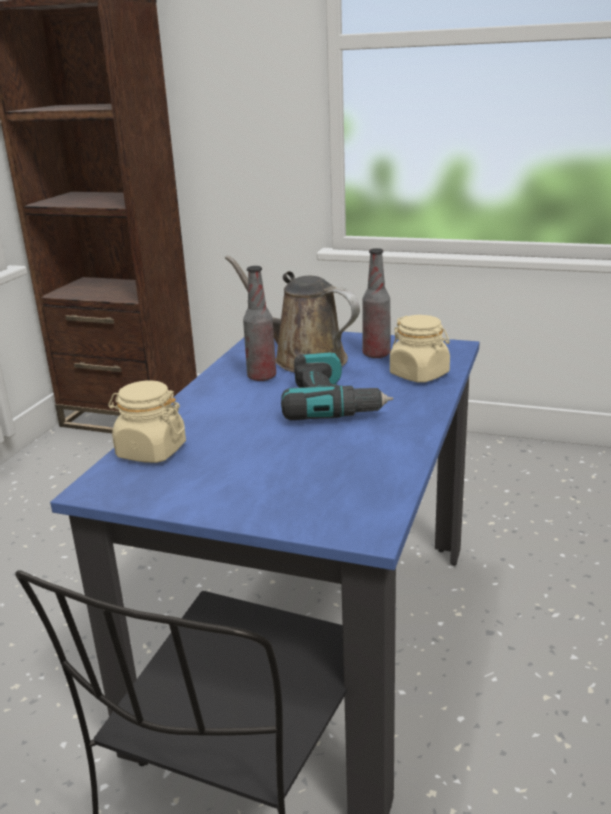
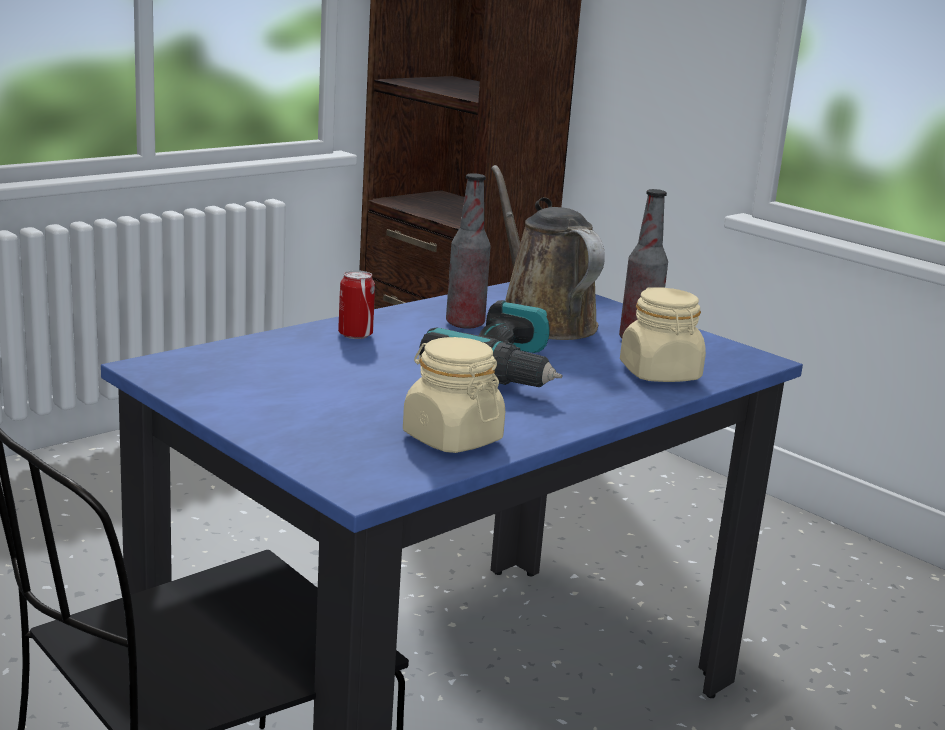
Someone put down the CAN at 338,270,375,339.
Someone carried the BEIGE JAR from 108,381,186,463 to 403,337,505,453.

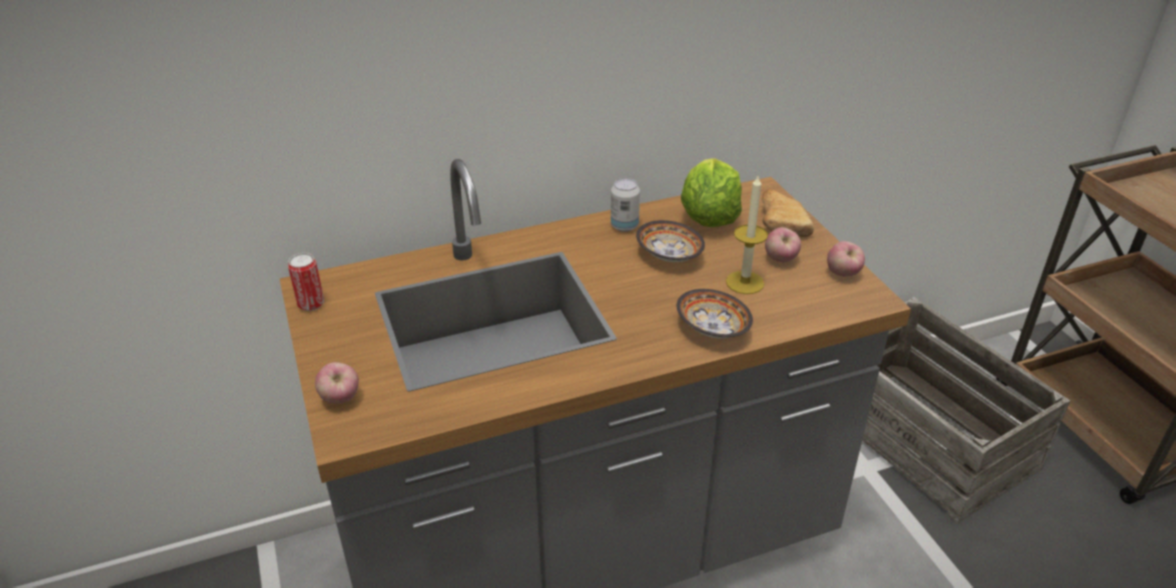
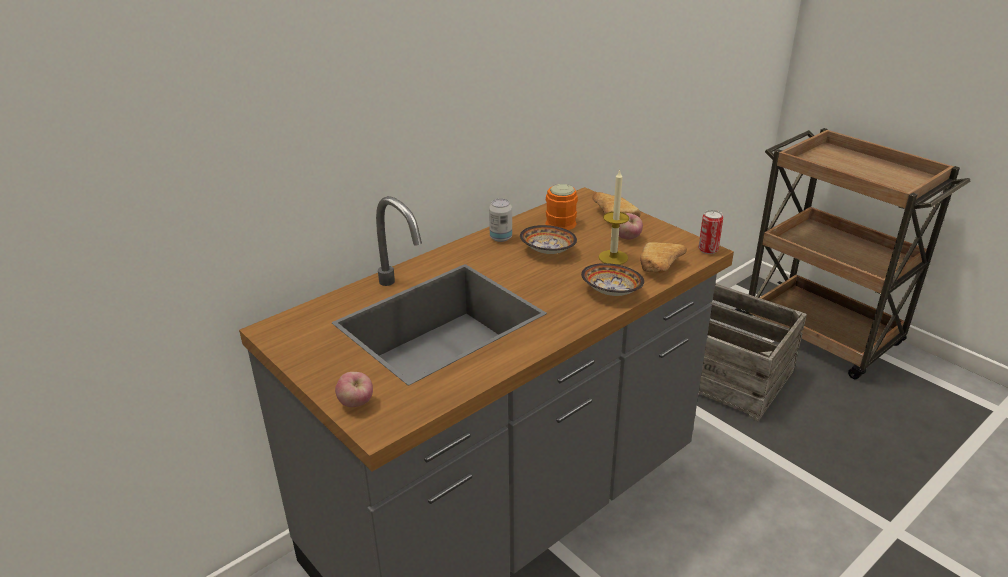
Someone swapped the LETTUCE at 681,158,742,227 for the ORANGE MUG at 545,184,578,230.
Someone put down the BREAD at 640,242,687,273.
Someone carried the CAN from 288,253,324,311 to 698,210,723,254.
Someone took away the APPLE at 827,241,865,277.

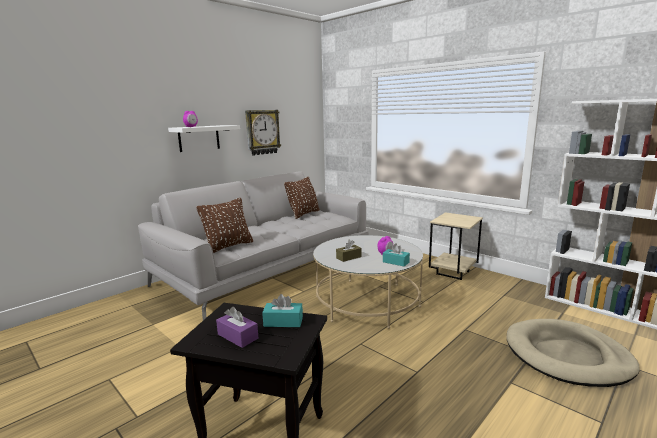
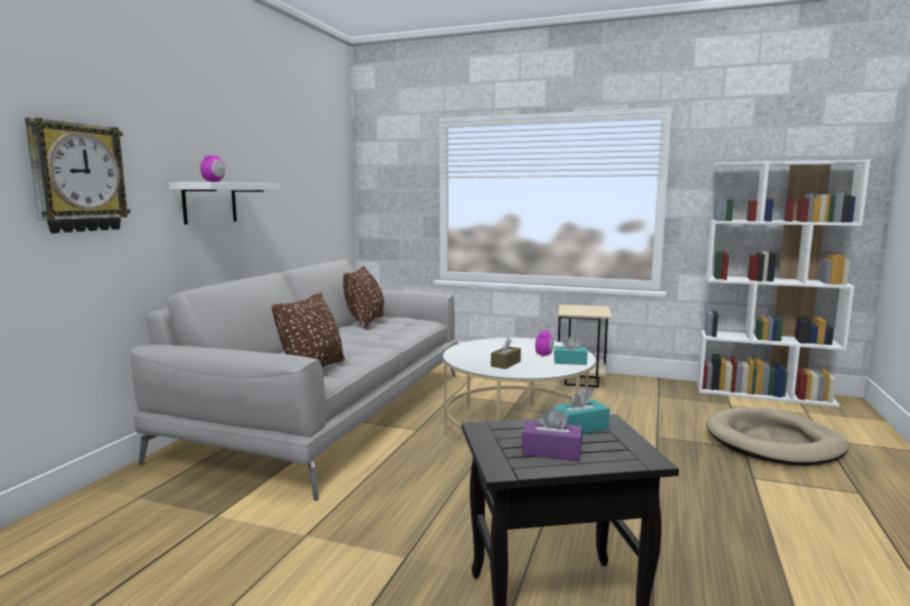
Someone carried the WALL CLOCK from 245,110,281,156 to 25,117,130,233.

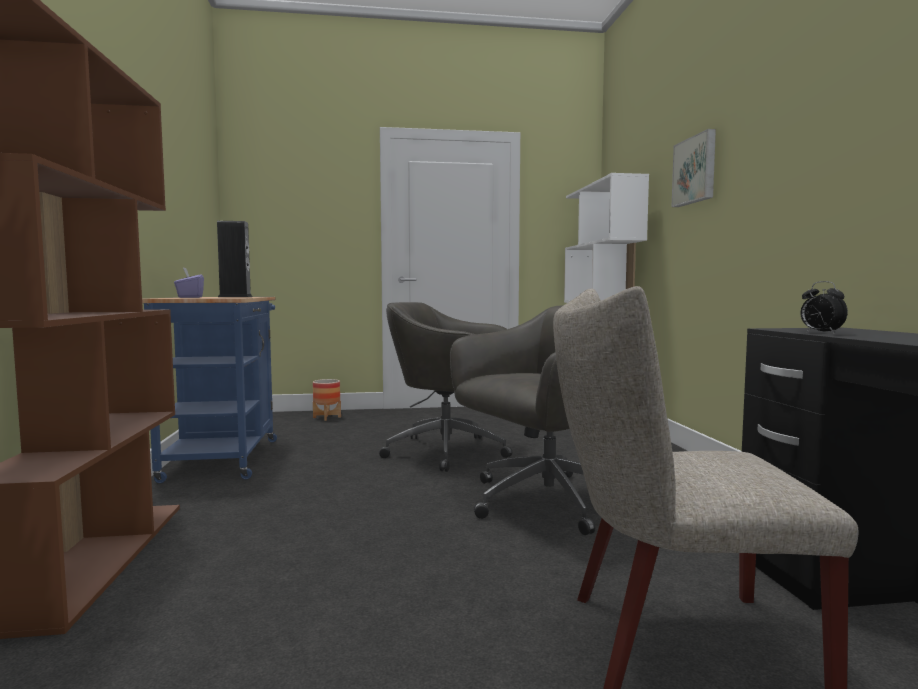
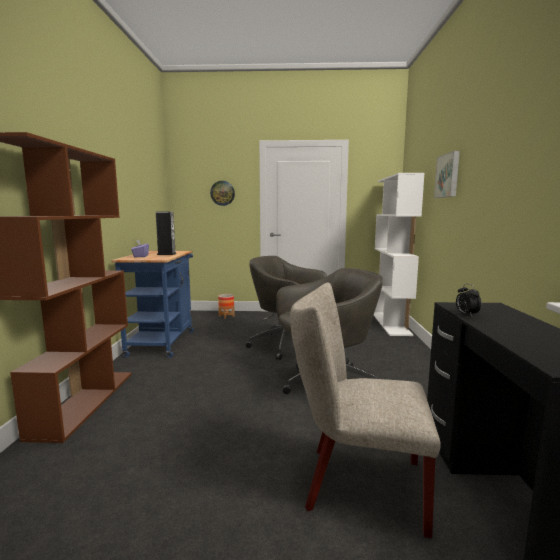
Someone put up the WALL CLOCK at 210,181,235,206.

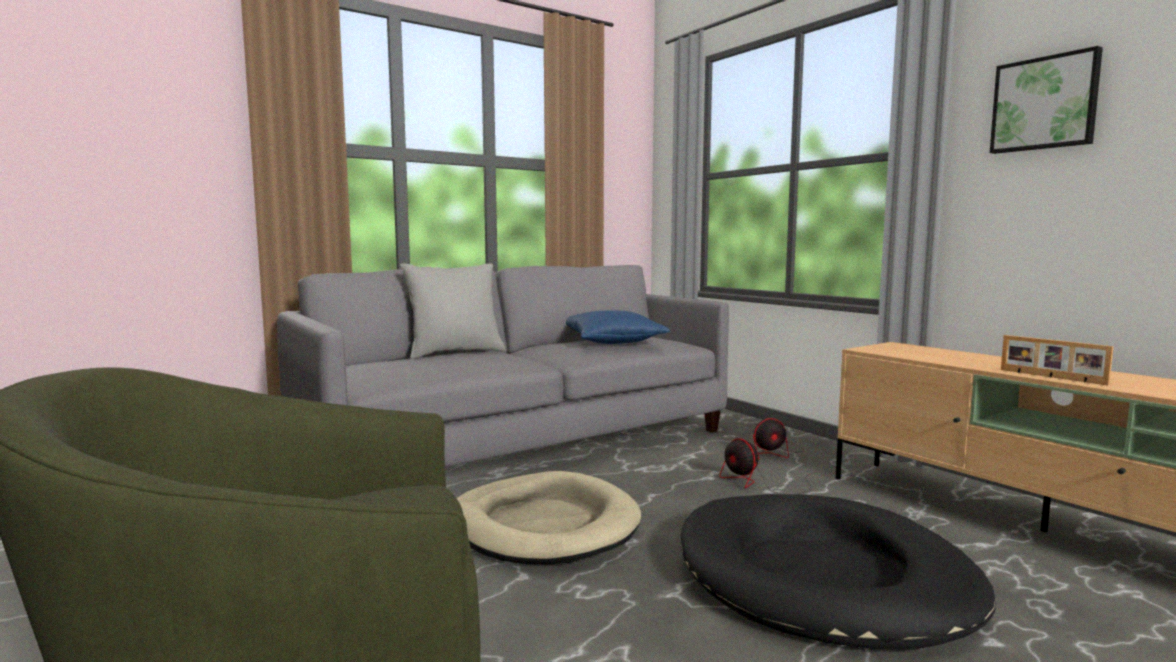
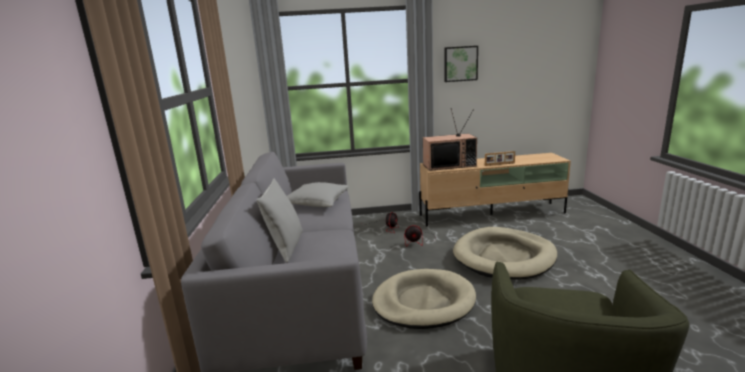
Someone repainted the BLUE PILLOW at 566,310,670,344, which became the GREY PILLOW at 287,182,349,207.
Someone put down the TELEVISION at 423,109,477,171.
Someone repainted the BLACK DOG BED at 681,494,996,649, which became the BEIGE DOG BED at 453,227,557,280.

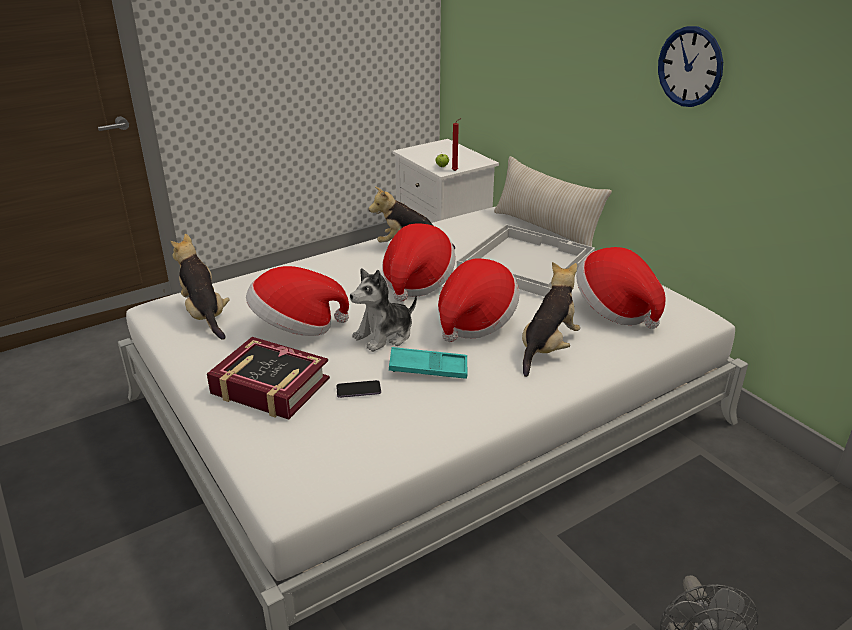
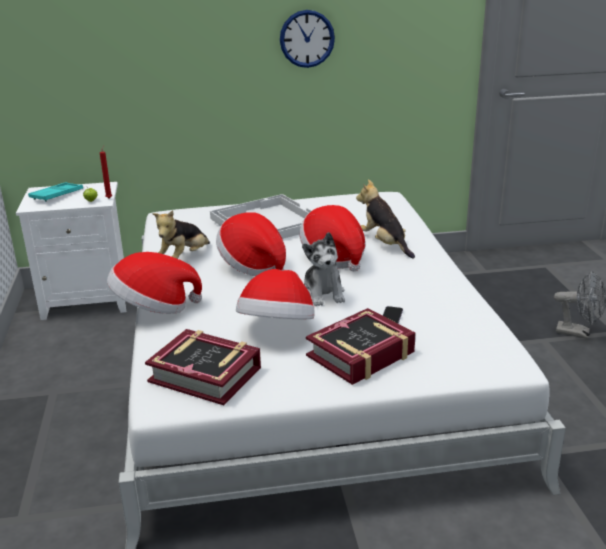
Someone carried the TURQUOISE TRAY from 389,347,468,379 to 28,182,83,202.
Someone carried the HAT from 576,247,666,329 to 107,252,202,314.
Someone swapped the PLUSH TOY at 171,233,230,340 for the BOOK at 145,329,261,405.
Someone took away the BEIGE PILLOW at 494,156,612,247.

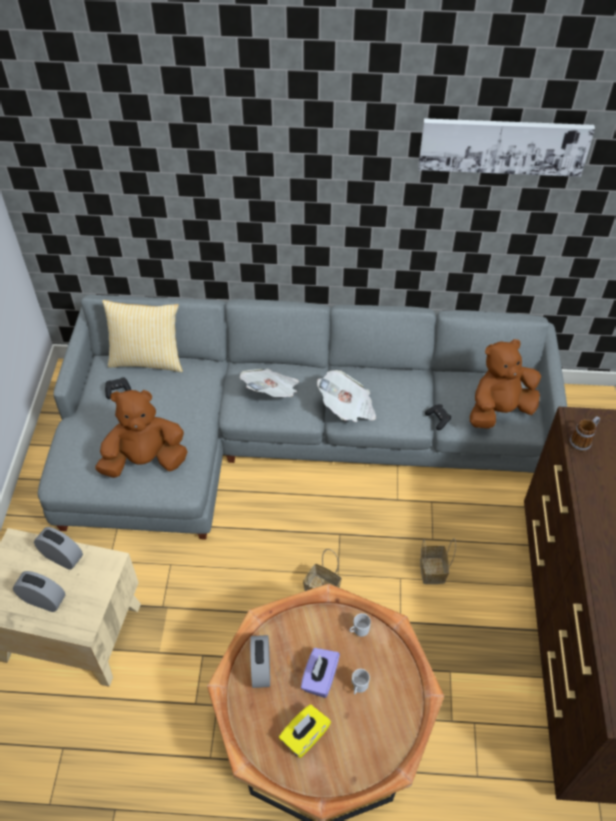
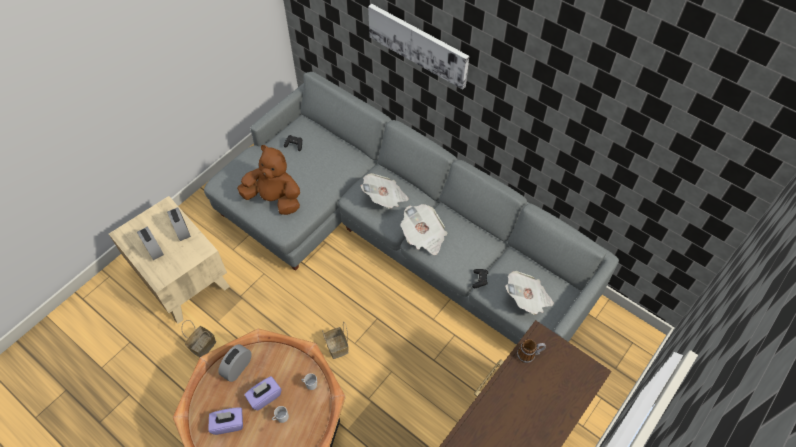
Someone carried the BASKET from 420,539,456,584 to 181,320,216,357.
Someone repainted the YELLOW TISSUE BOX at 279,705,331,758, which became the PURPLE TISSUE BOX at 208,408,243,435.
Someone carried the PICTURE from 418,118,595,177 to 368,4,469,90.
Someone swapped the BROWN PLUSH TOY at 470,339,541,429 for the NEWSPAPER at 505,271,554,315.
Someone took away the PILLOW at 102,300,183,373.

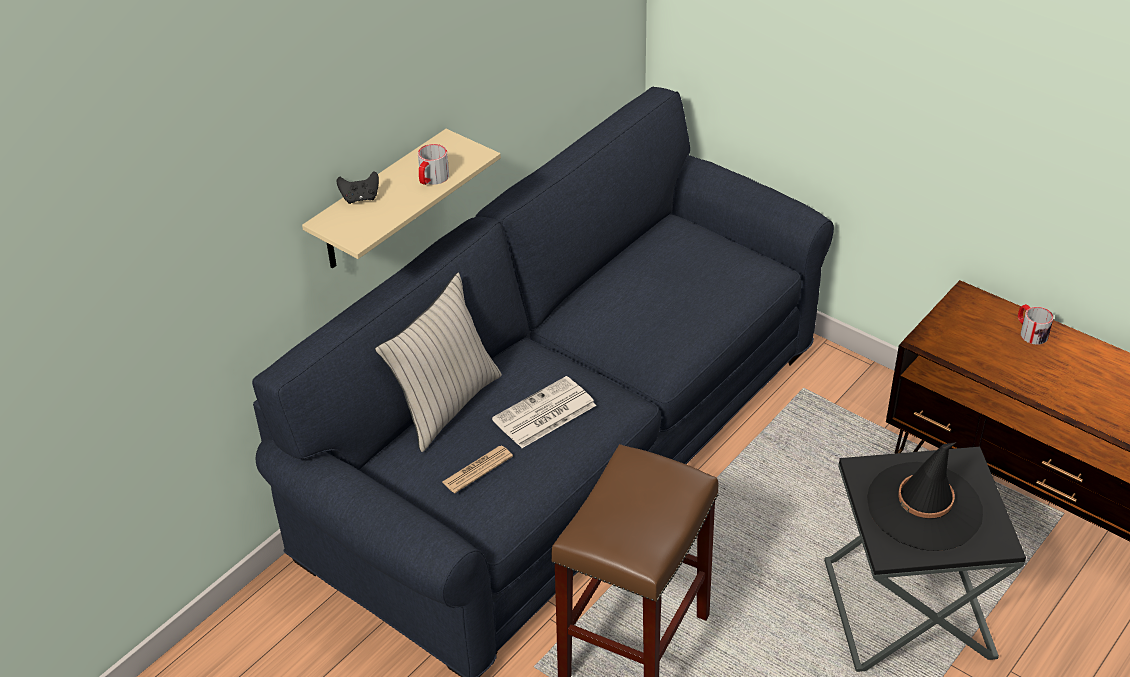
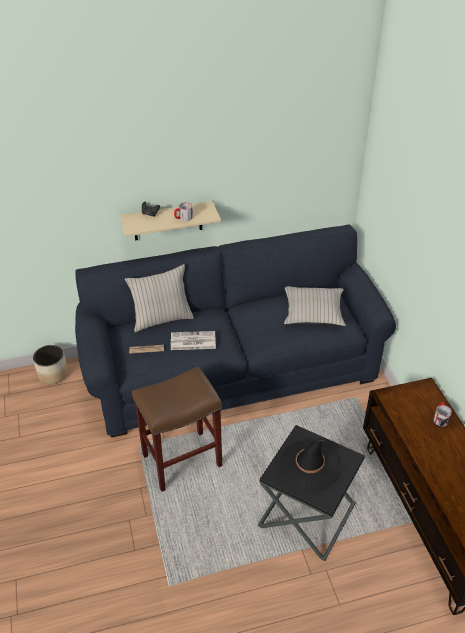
Someone put down the PLANTER at 33,345,68,384.
Someone put down the BEIGE PILLOW at 284,286,346,327.

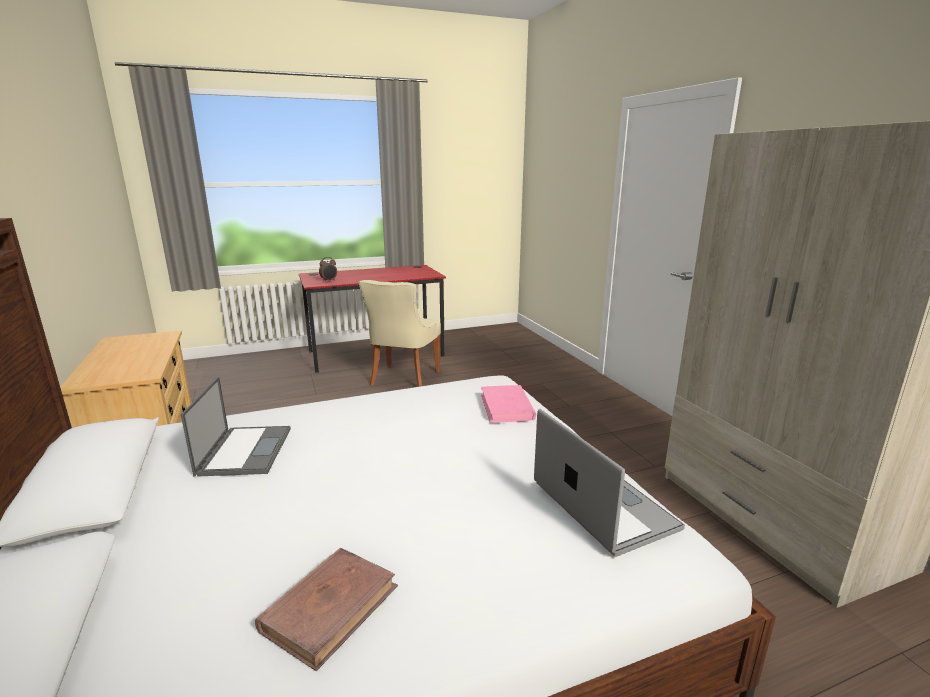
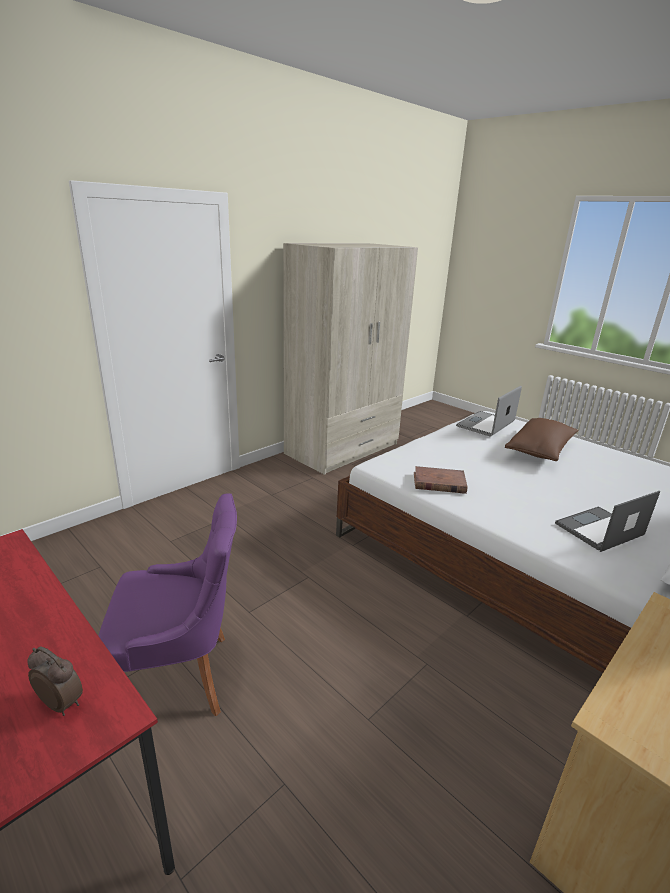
Someone repainted the BEIGE CHAIR at 358,280,441,387, which became the PURPLE CHAIR at 98,493,237,716.
Someone carried the BROWN BOOK from 255,548,398,671 to 414,466,468,494.
Someone put down the BROWN PILLOW at 505,418,578,461.
Someone took away the PINK BOOK at 481,385,536,423.

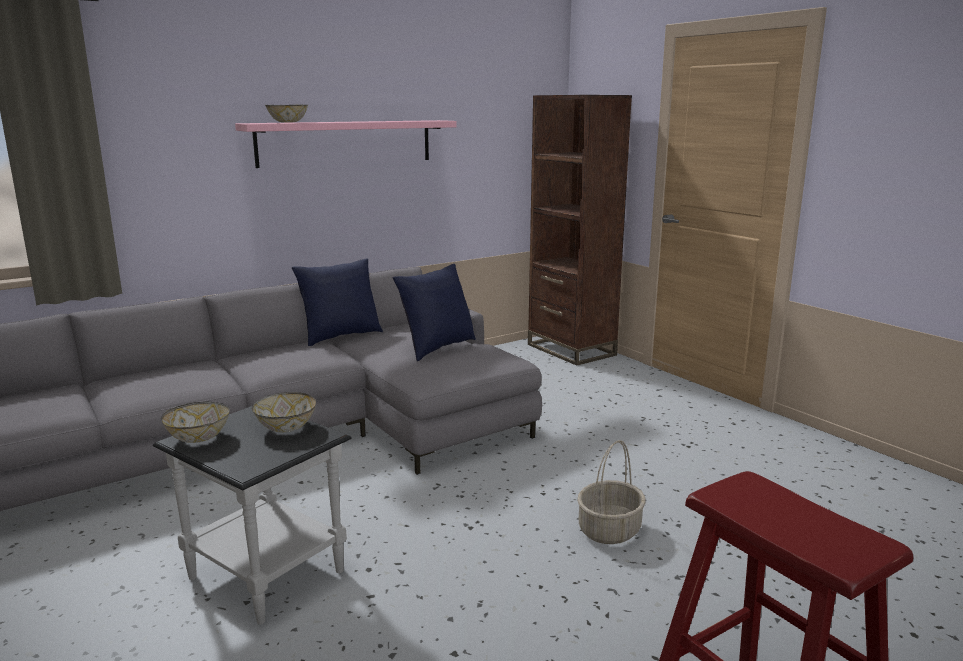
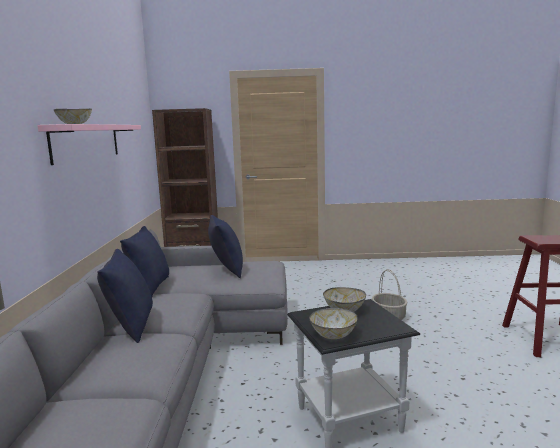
Someone put down the BLUE PILLOW at 97,249,153,343.

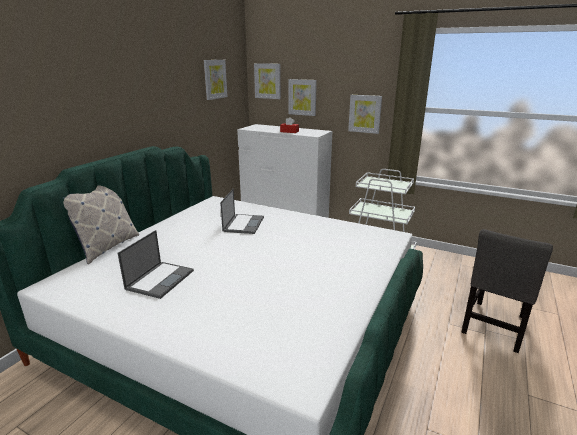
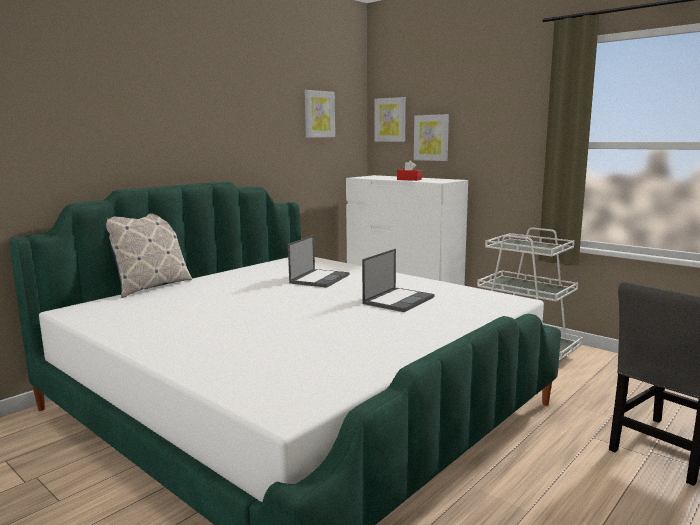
Someone carried the LAPTOP from 118,230,194,299 to 362,249,435,312.
Someone took away the PICTURE at 348,95,382,134.

